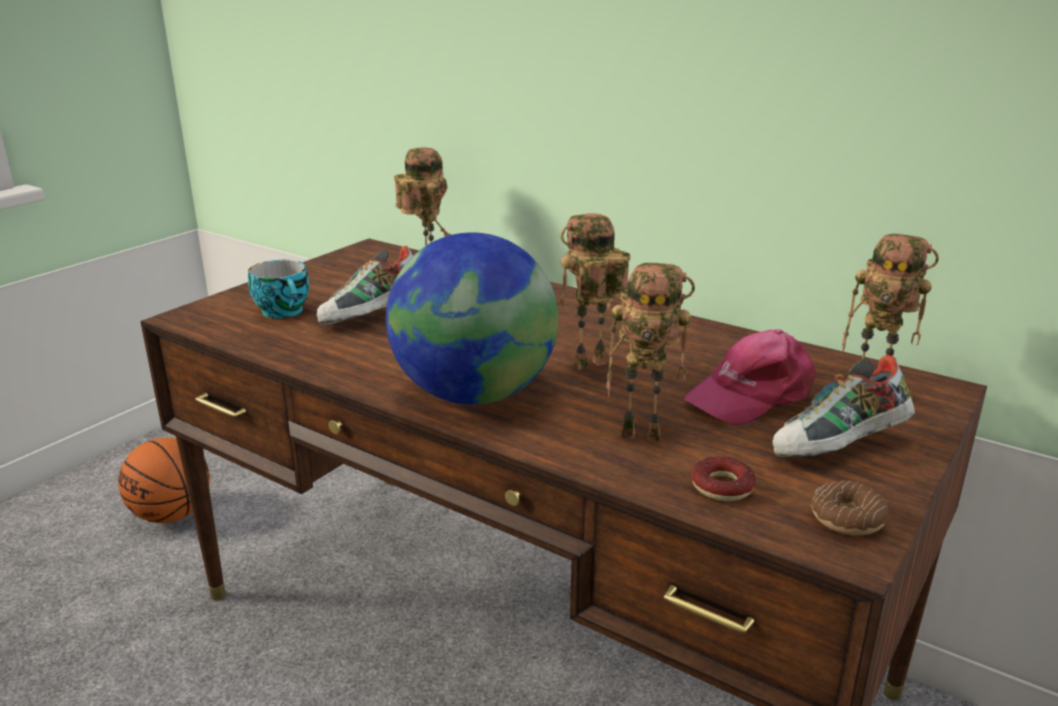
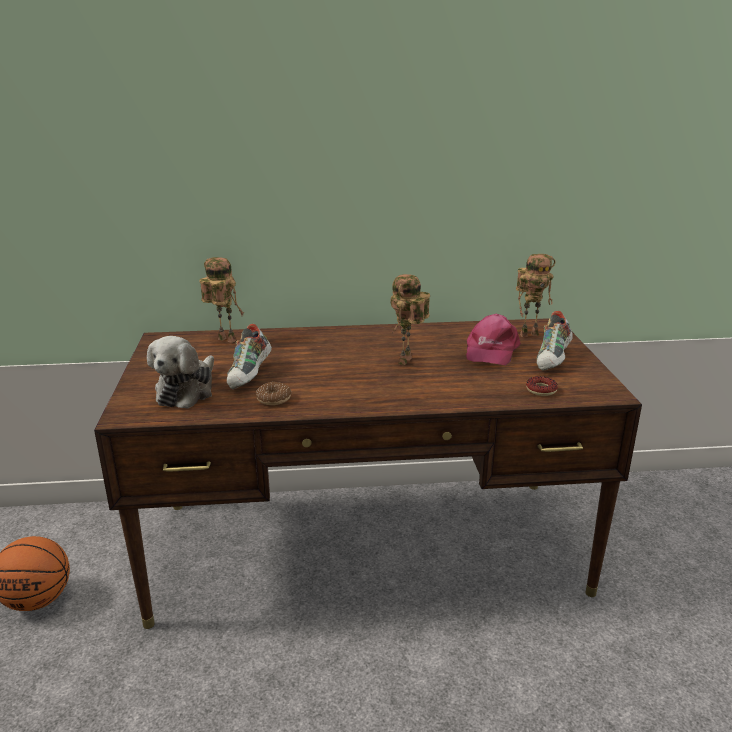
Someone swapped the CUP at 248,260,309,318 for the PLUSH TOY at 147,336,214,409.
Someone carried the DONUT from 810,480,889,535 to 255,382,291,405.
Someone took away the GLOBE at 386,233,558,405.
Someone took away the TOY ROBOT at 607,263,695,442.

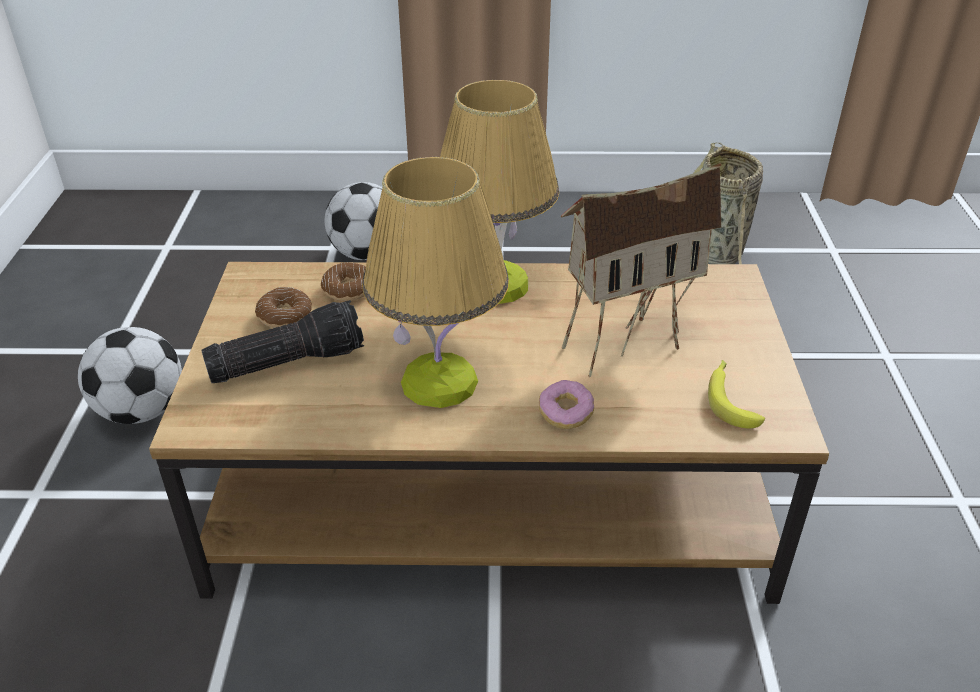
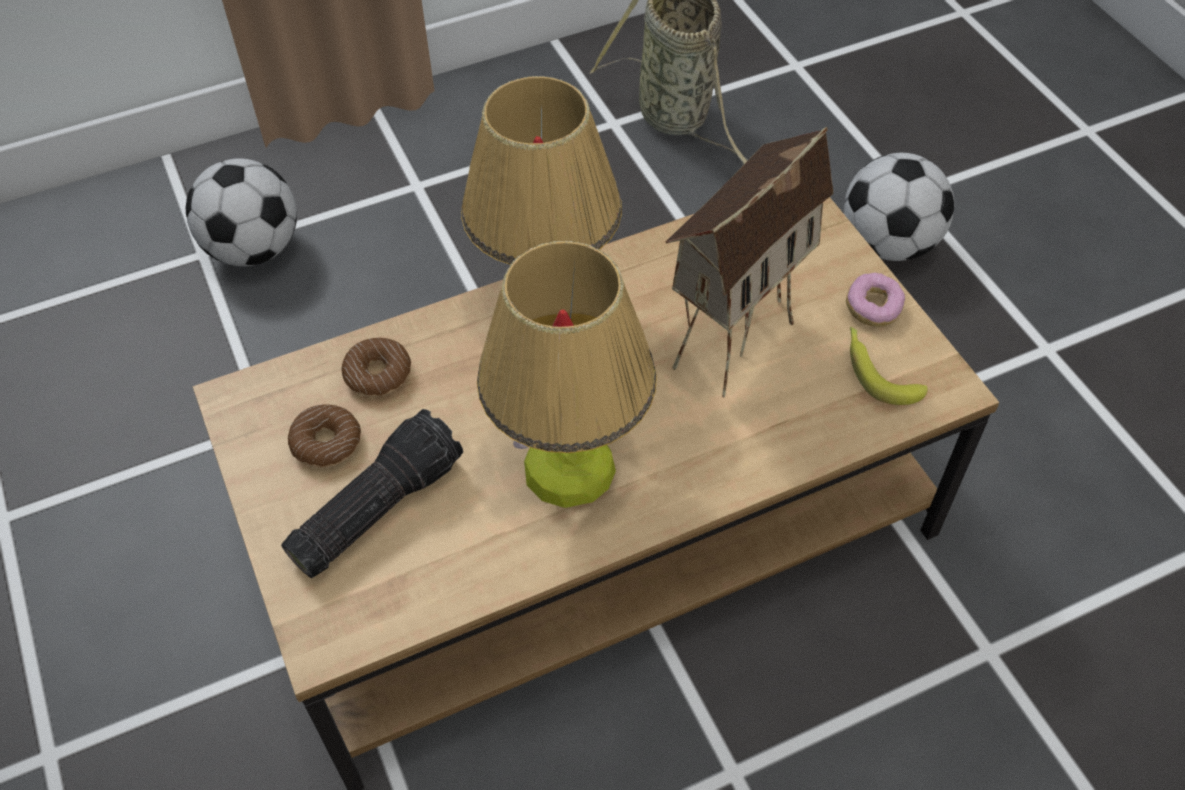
Someone carried the FOOTBALL from 78,327,182,424 to 844,153,954,261.
Someone carried the DONUT from 539,380,594,429 to 846,273,905,327.

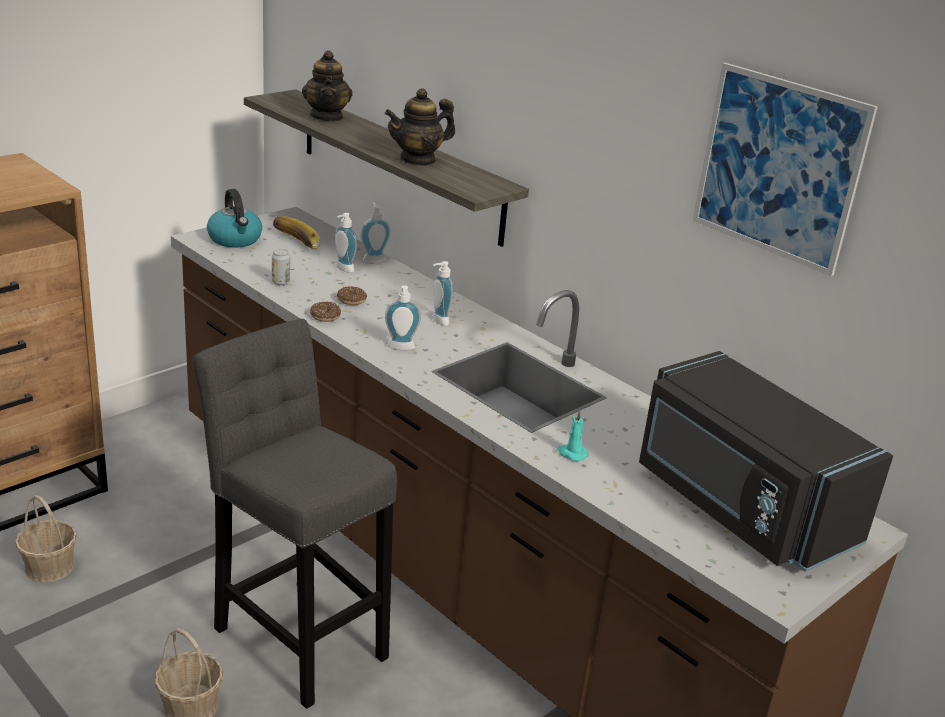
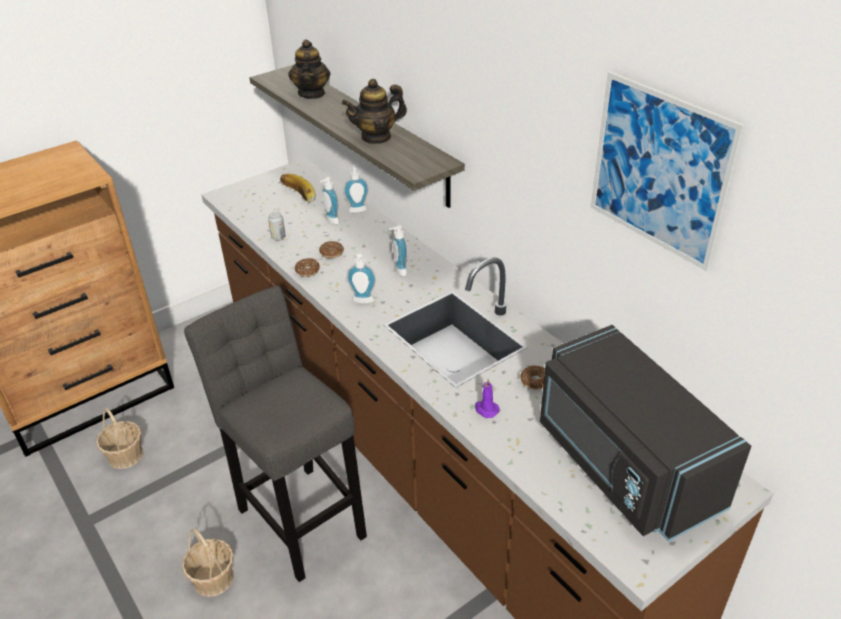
Someone repainted the TURQUOISE CANDLE at 558,410,588,461, which became the PURPLE CANDLE at 475,379,499,418.
Someone put down the DONUT at 520,365,545,389.
Someone took away the KETTLE at 207,189,262,248.

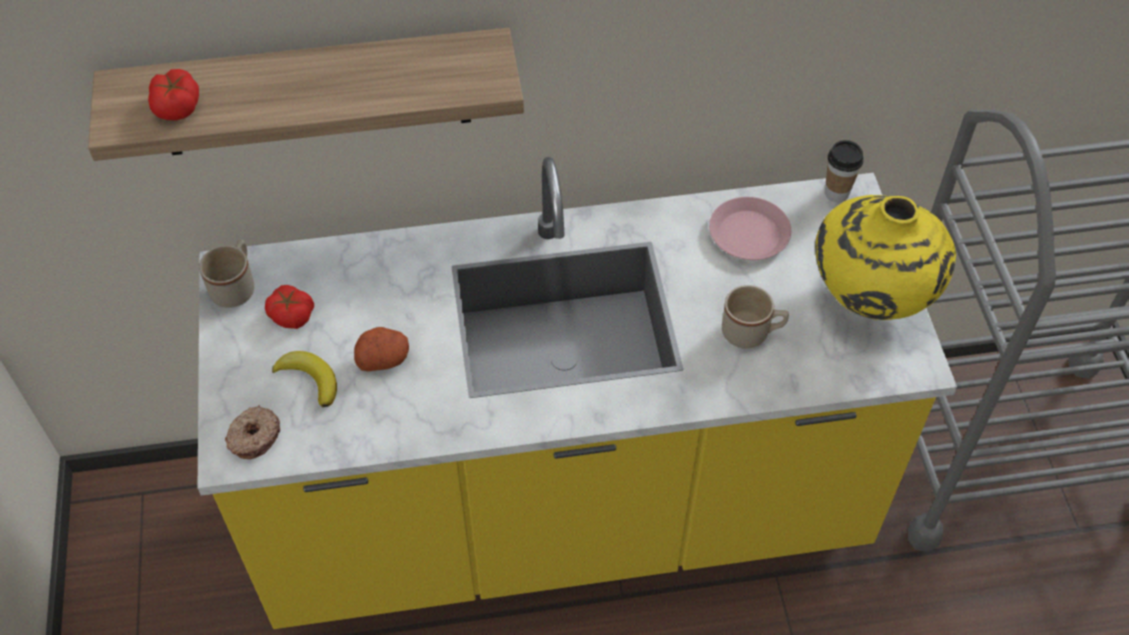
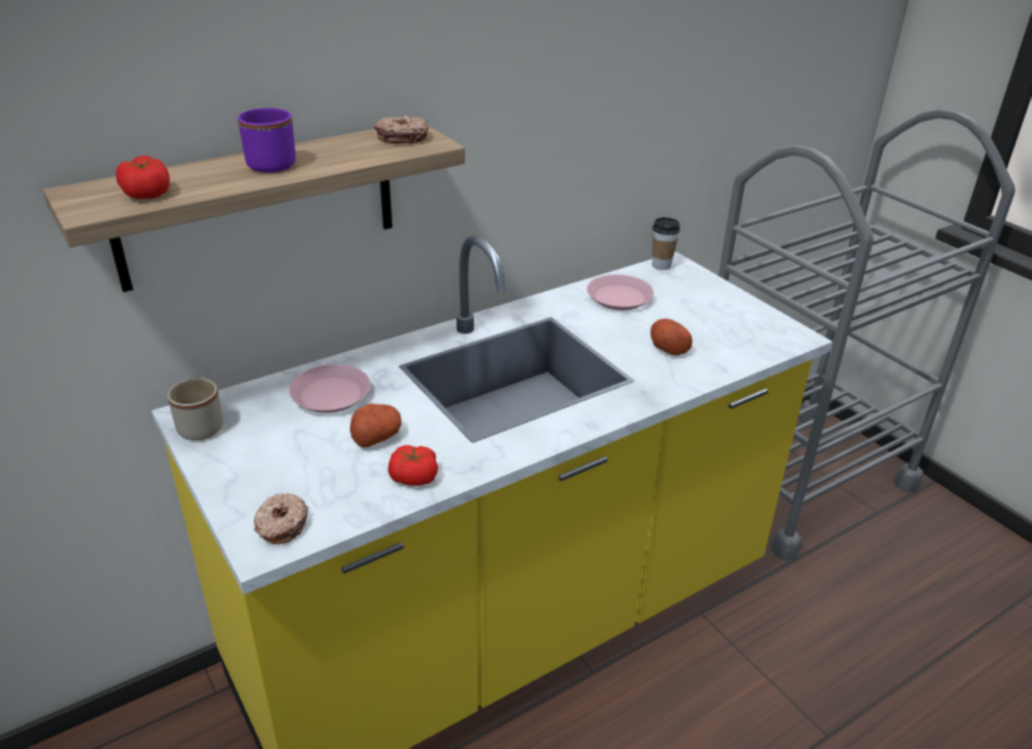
Someone put down the PURPLE MUG at 238,108,296,173.
Someone put down the PINK PLATE at 289,364,371,413.
Someone put down the DONUT at 374,115,429,144.
Someone carried the TOMATO from 265,285,314,329 to 388,445,438,486.
Someone swapped the BEIGE MUG at 722,285,789,348 for the POTATO at 650,319,692,355.
Someone took away the BANANA at 272,351,337,407.
Someone took away the YELLOW VASE at 815,195,956,320.

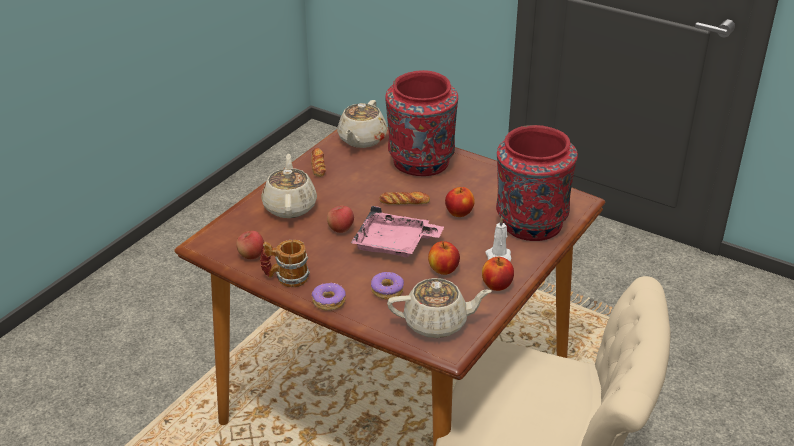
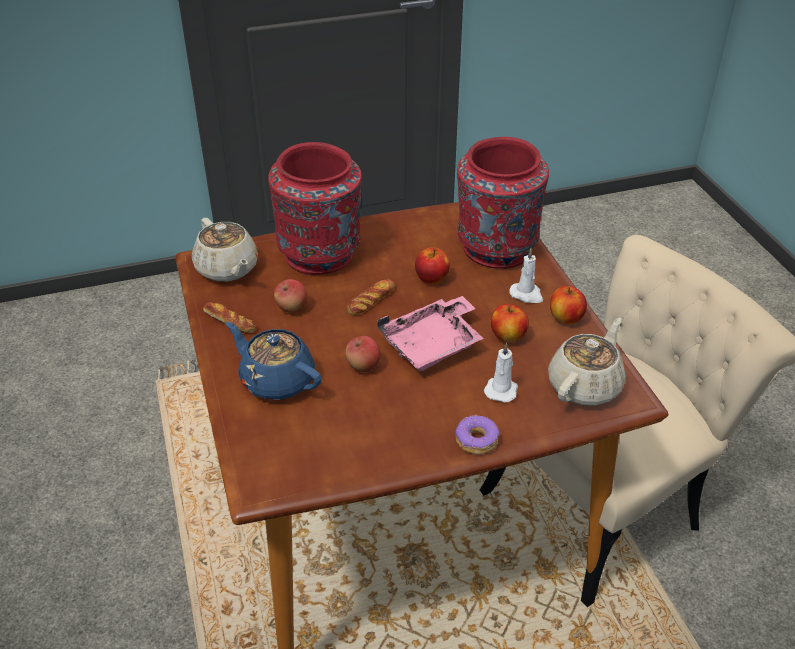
Someone repainted the BEIGE TEAPOT at 261,154,317,218, which became the BLUE TEAPOT at 226,322,322,400.
Someone carried the APPLE from 236,231,264,259 to 274,279,307,313.
Someone swapped the DONUT at 371,272,404,299 for the WHITE CANDLE at 484,342,518,403.
Someone took away the MUG at 260,240,310,287.

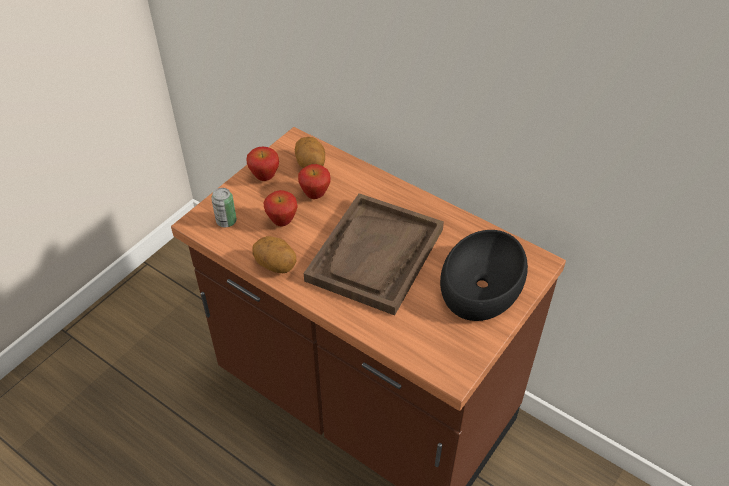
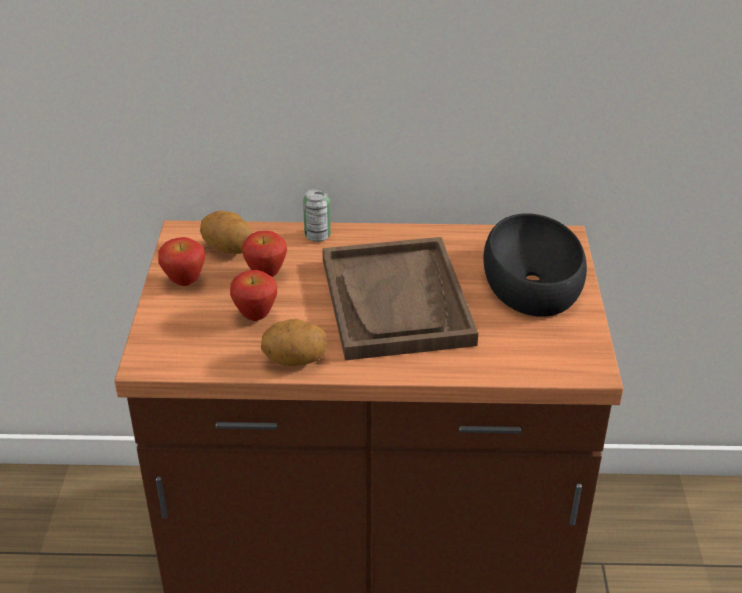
Someone carried the CAN from 211,188,237,227 to 303,189,331,242.

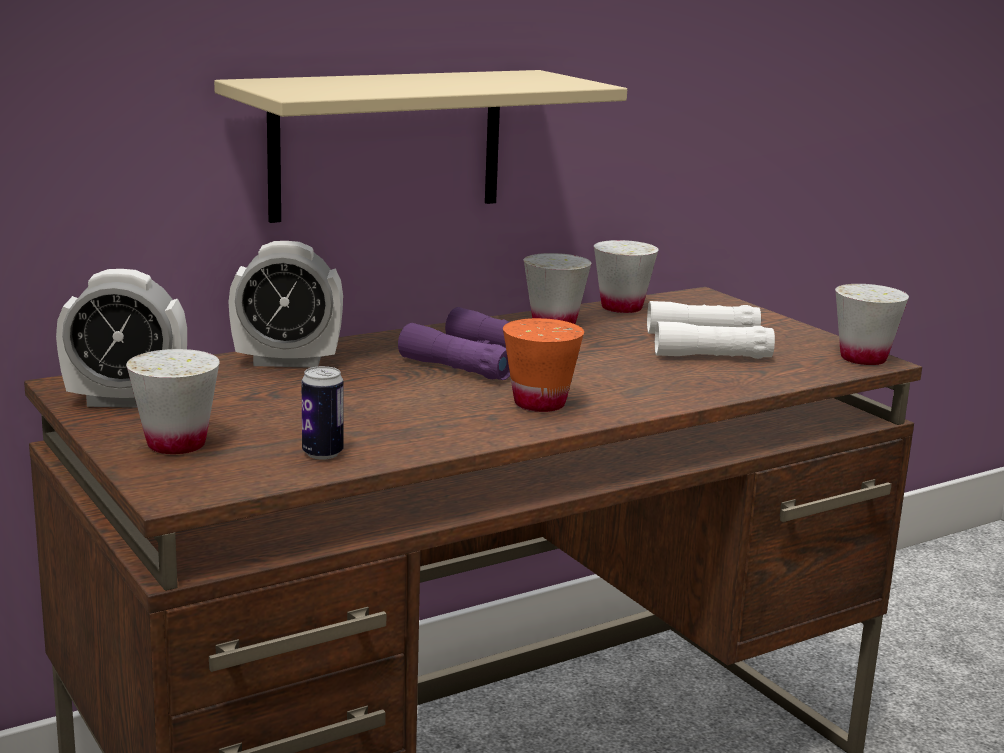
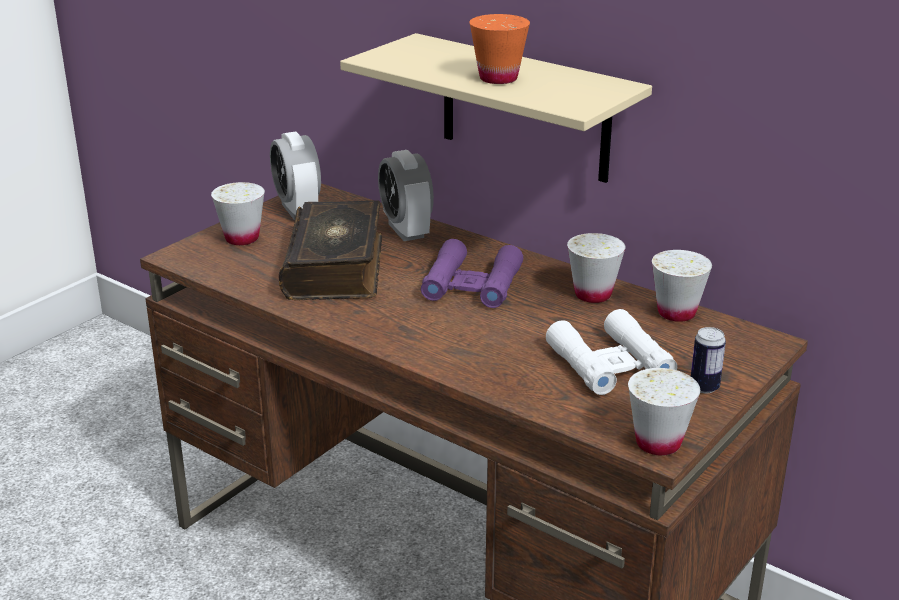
Someone put down the BOOK at 279,200,382,300.
Someone carried the ORANGE CUP from 503,318,584,412 to 469,14,530,84.
Someone carried the CAN from 302,366,344,460 to 691,327,726,393.

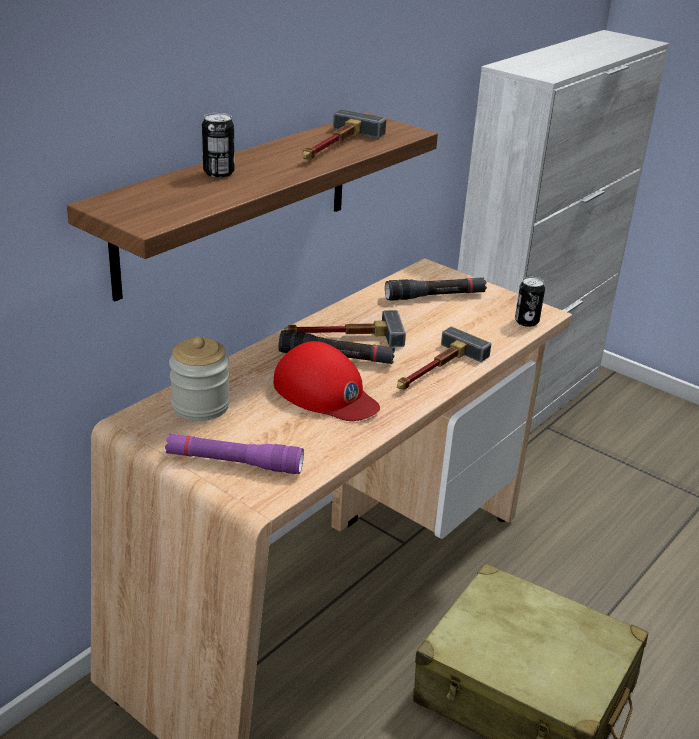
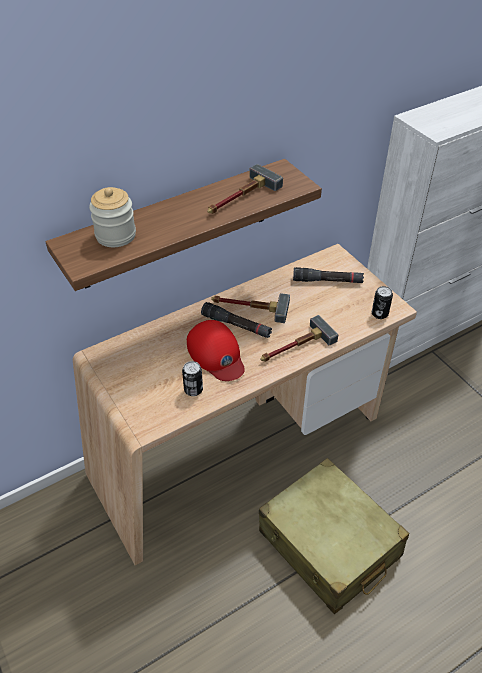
Someone carried the JAR from 169,336,230,421 to 89,187,136,247.
Someone carried the CAN from 202,113,235,177 to 182,361,203,396.
Someone took away the PURPLE FLASHLIGHT at 165,434,304,474.

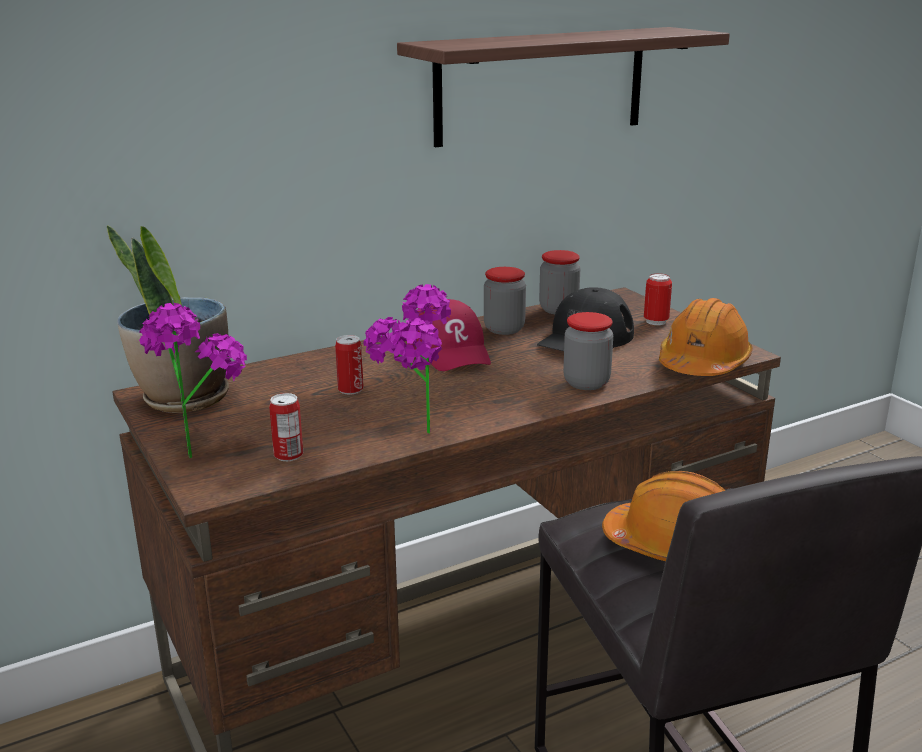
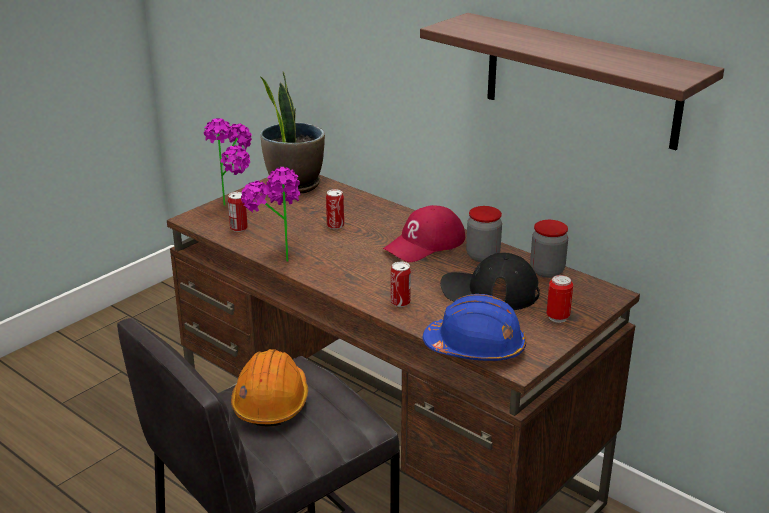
Someone swapped the JAR at 563,312,613,390 for the CAN at 391,262,411,307.
Someone repainted the ORANGE HARD HAT at 659,298,753,376, which became the BLUE HARD HAT at 423,294,526,361.

